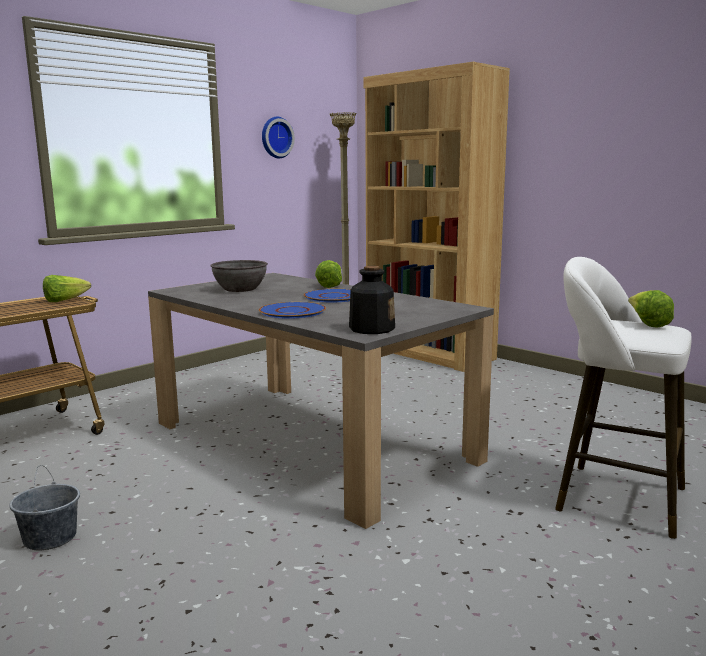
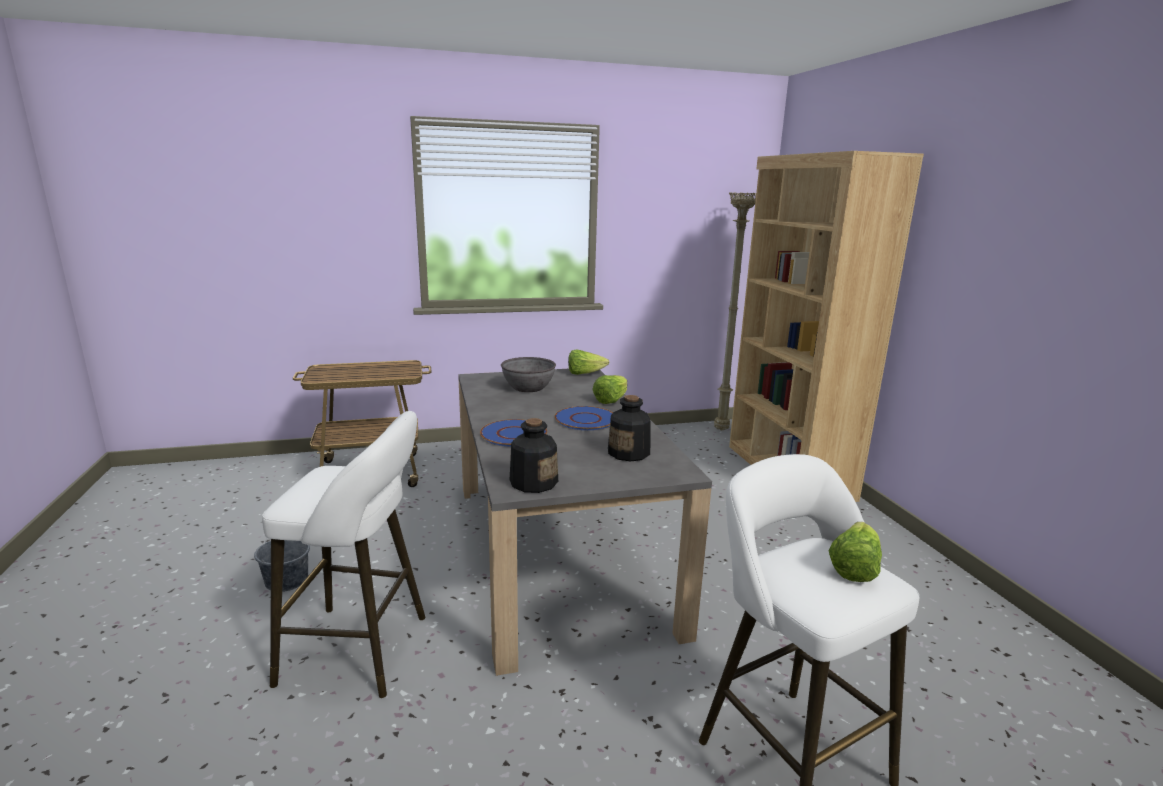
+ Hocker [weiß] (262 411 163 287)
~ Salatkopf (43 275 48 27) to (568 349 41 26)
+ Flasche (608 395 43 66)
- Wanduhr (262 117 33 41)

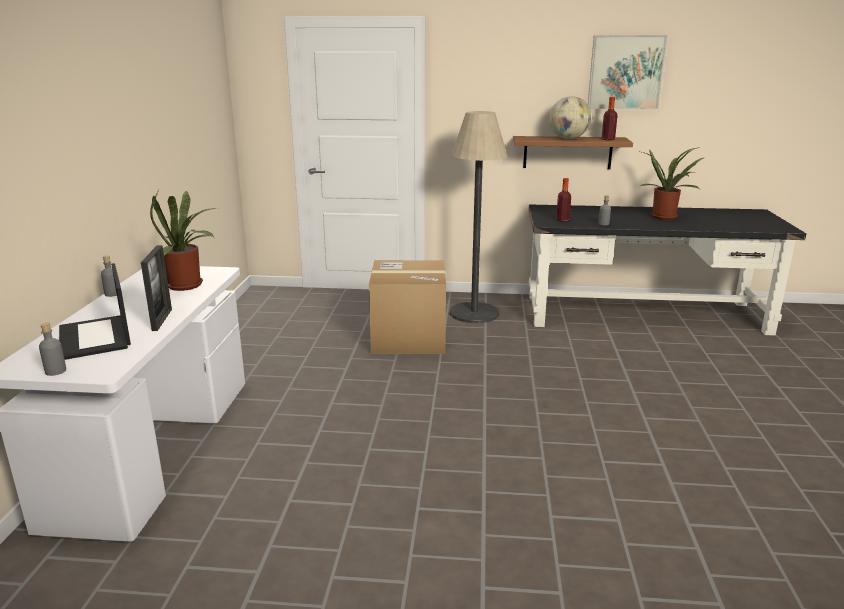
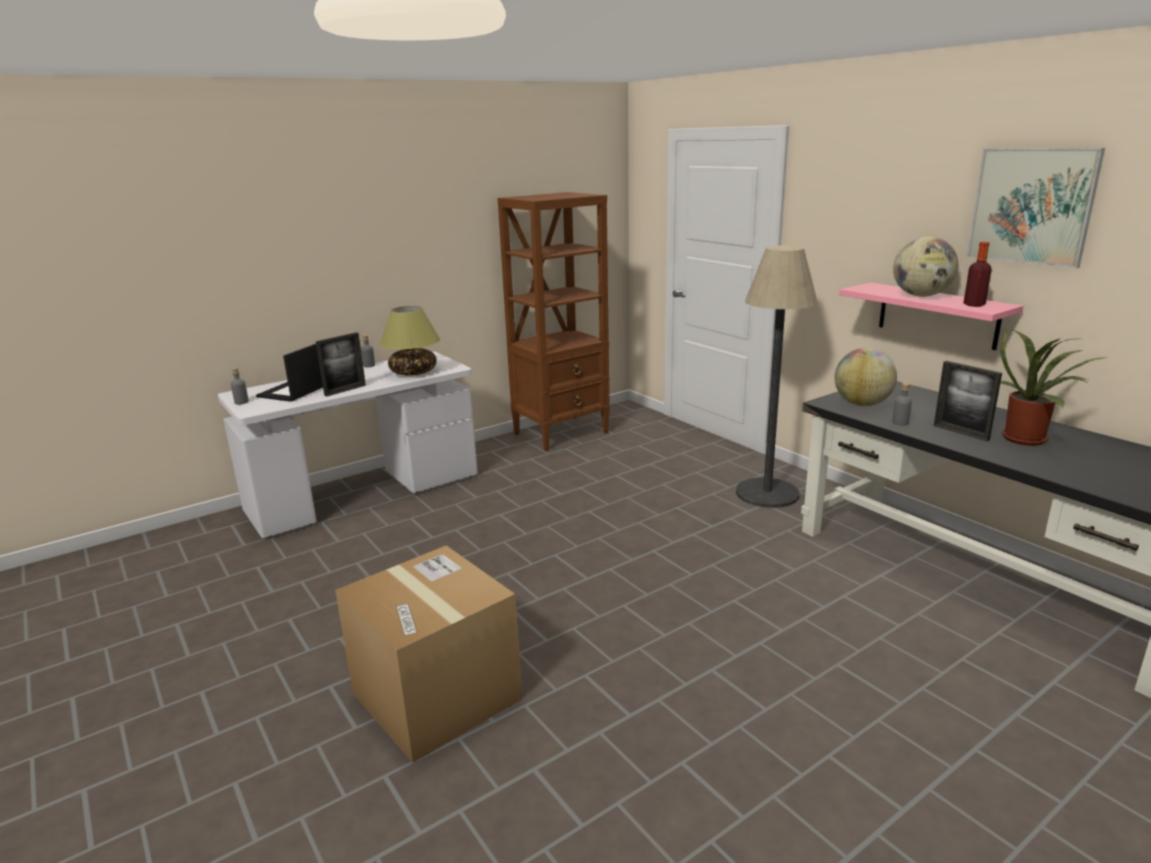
~ Karton (369 260 77 94) to (335 545 188 218)
~ Topfpflanze (150 190 66 101) to Tischlampe (380 306 60 69)
+ Bücherregal [braun] (498 192 112 259)
~ Flasche (556 178 15 43) to Globus (834 348 63 58)
~ Wandregal [braun] (513 136 120 33) to Wandregal [rosa] (839 283 184 67)
+ Bilderrahmen (934 361 68 80)

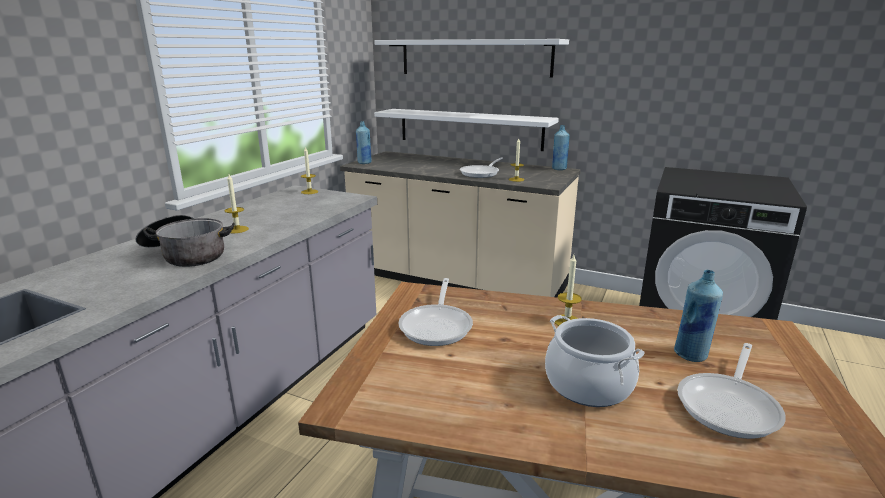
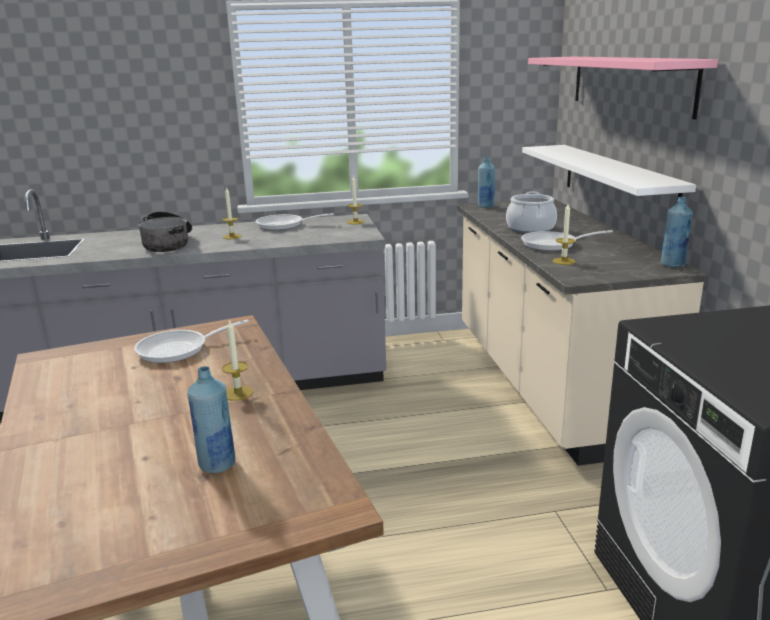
~ Pfanne (677 343 109 96) to (255 213 79 17)
~ Kochtopf (545 315 100 92) to (506 192 51 41)
~ Wandregal [weiß] (374 39 195 38) to Wandregal [rosa] (528 57 190 62)

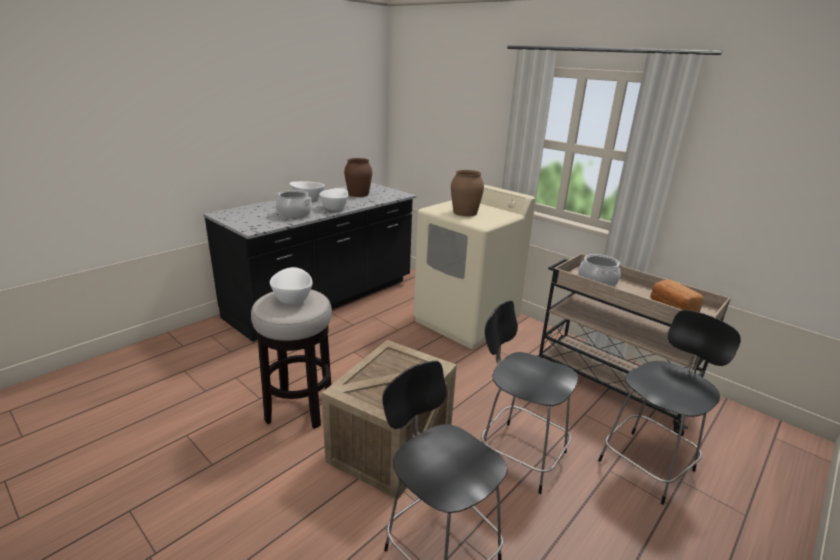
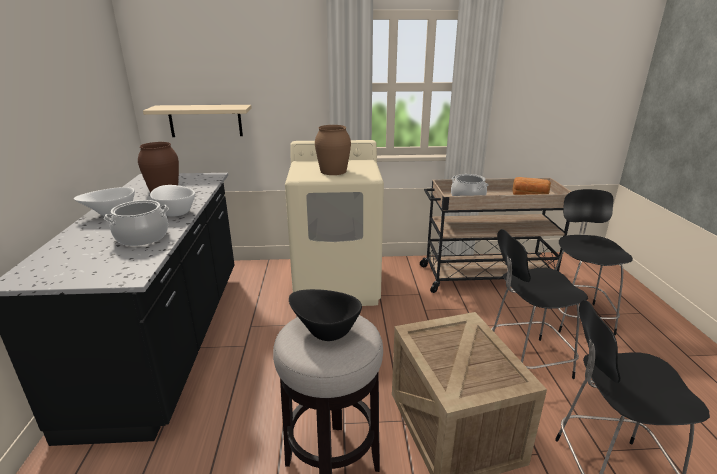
+ Wandregal [beige] (143 105 109 32)
~ Schüssel [weiß] (270 267 43 38) to Schüssel [schwarz] (289 289 73 52)

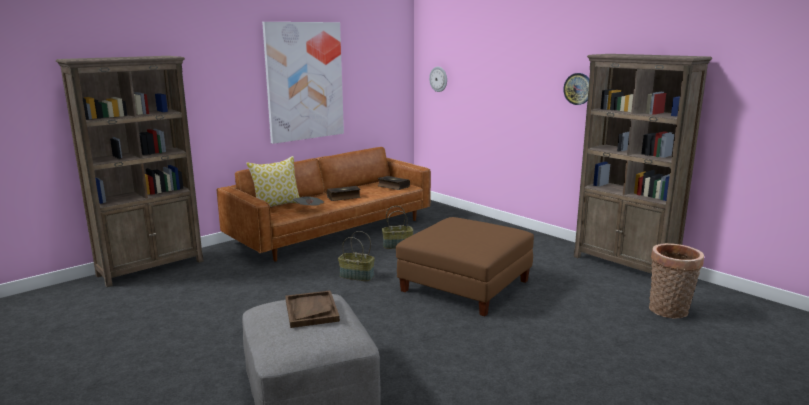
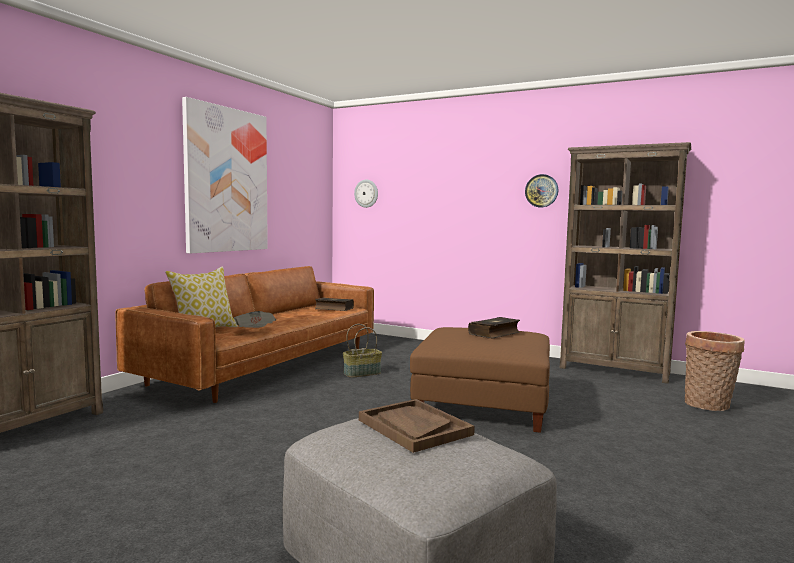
~ Buch (327 186 34 15) to (468 317 52 22)
- Korb (338 231 37 50)

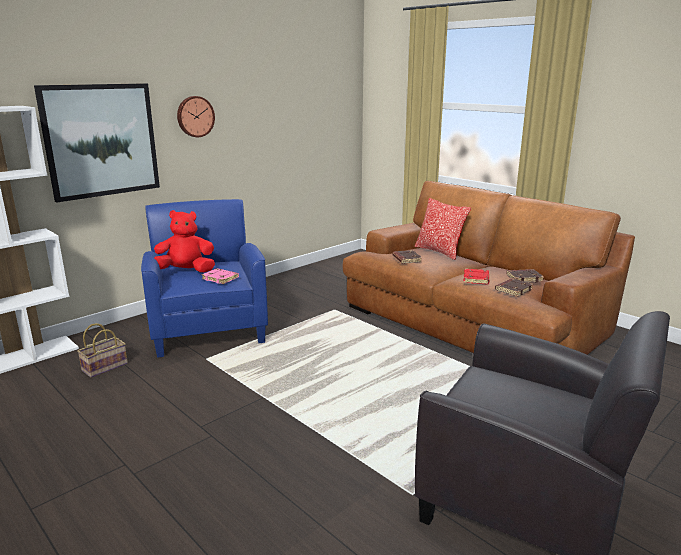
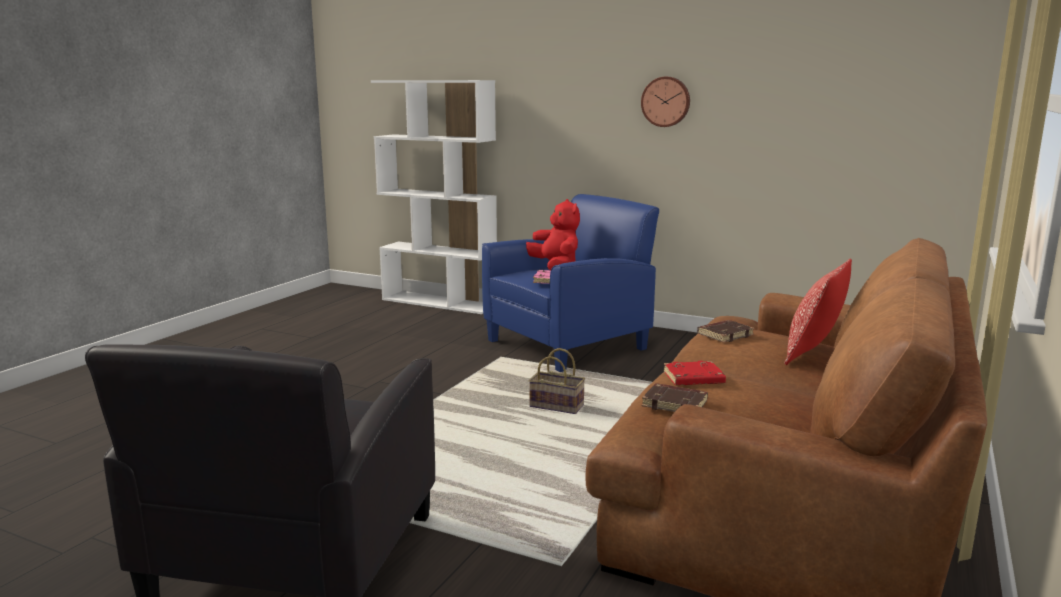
~ Korb (77 323 51 55) to (529 348 56 66)
- Bild (34 83 126 119)
- Buch [braun] (506 269 38 13)

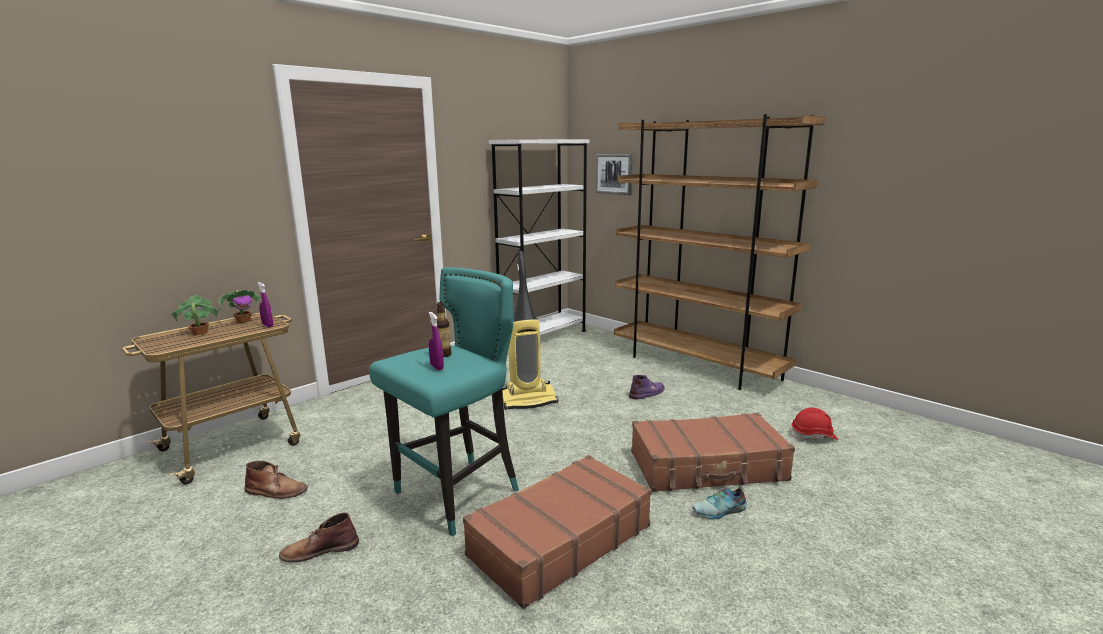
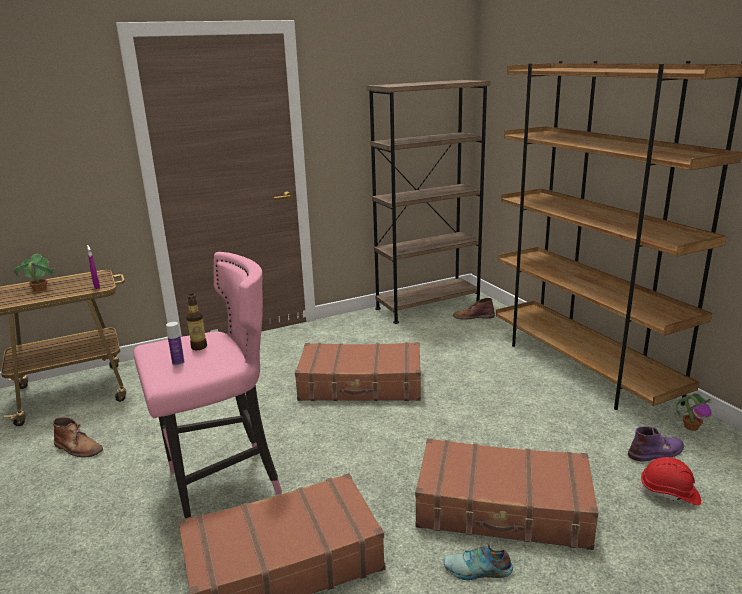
~ Hocker [türkis] (369 267 150 269) to Hocker [rosa] (134 252 148 267)
~ Sprühflasche [lila] (429 312 15 58) to Flasche (166 322 19 44)
~ Staubsauger (502 251 56 159) to Koffer [braun] (295 342 126 59)
~ Bücherregal [weiß] (489 139 101 196) to Bücherregal [braun] (366 80 124 244)
~ Stiefel [braun] (279 512 80 50) to (453 298 42 22)
~ Stiefel [lila] (629 375 36 25) to (628 426 56 35)
~ Topfpflanze (218 290 44 33) to (676 393 36 38)
- Bild (595 154 38 41)

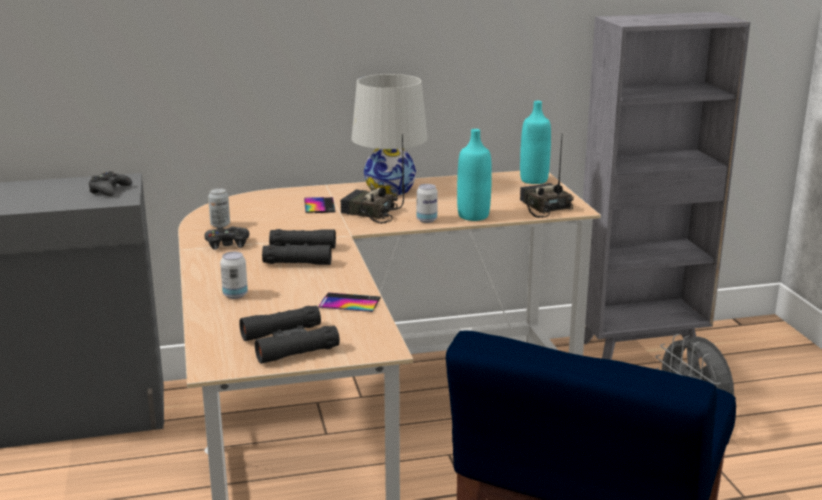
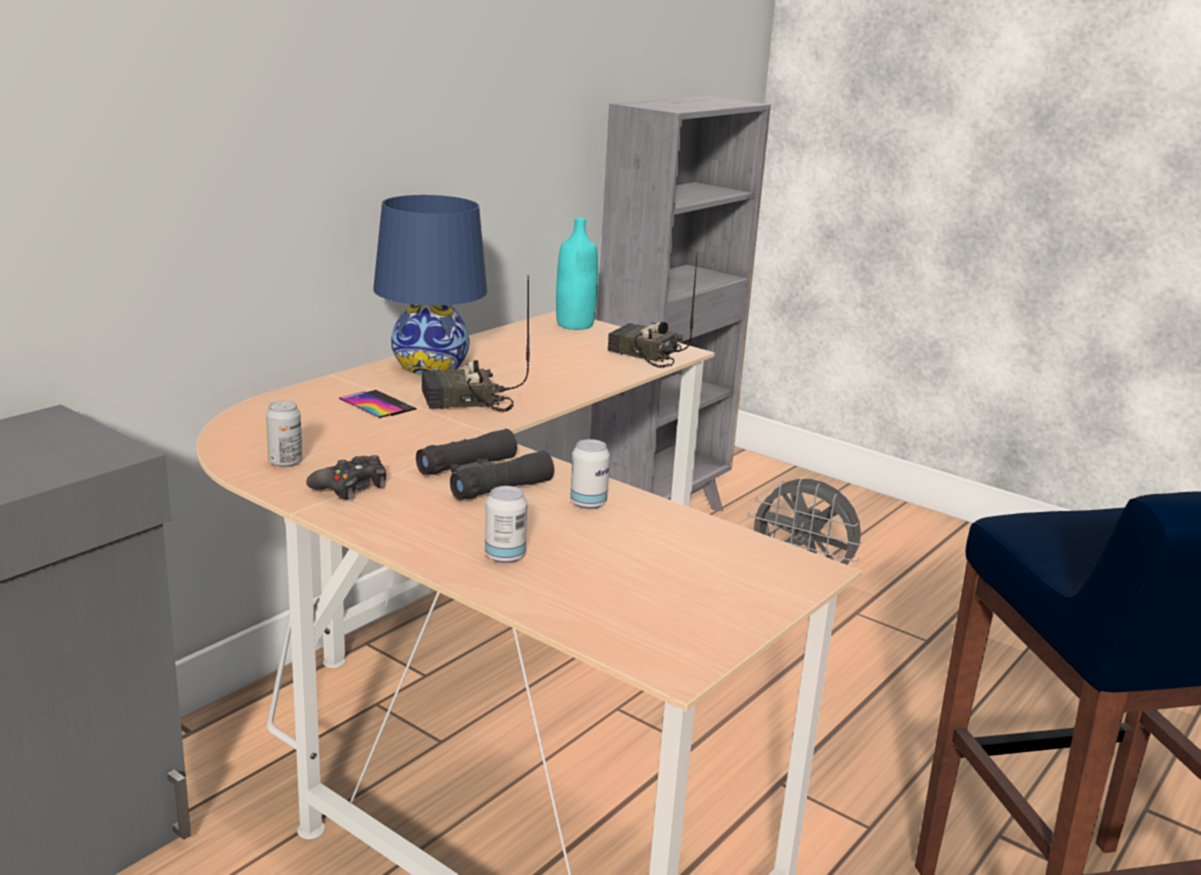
~ Tischlampe [weiß] (352 74 76 122) to Tischlampe [blau] (373 195 114 180)
~ Dose (417 184 21 39) to (570 439 40 70)
- Gamepad [schwarz] (89 171 43 25)
- Fernglas [schwarz] (239 306 101 58)
- Handy (318 292 63 20)
- Flasche [türkis] (457 129 35 92)

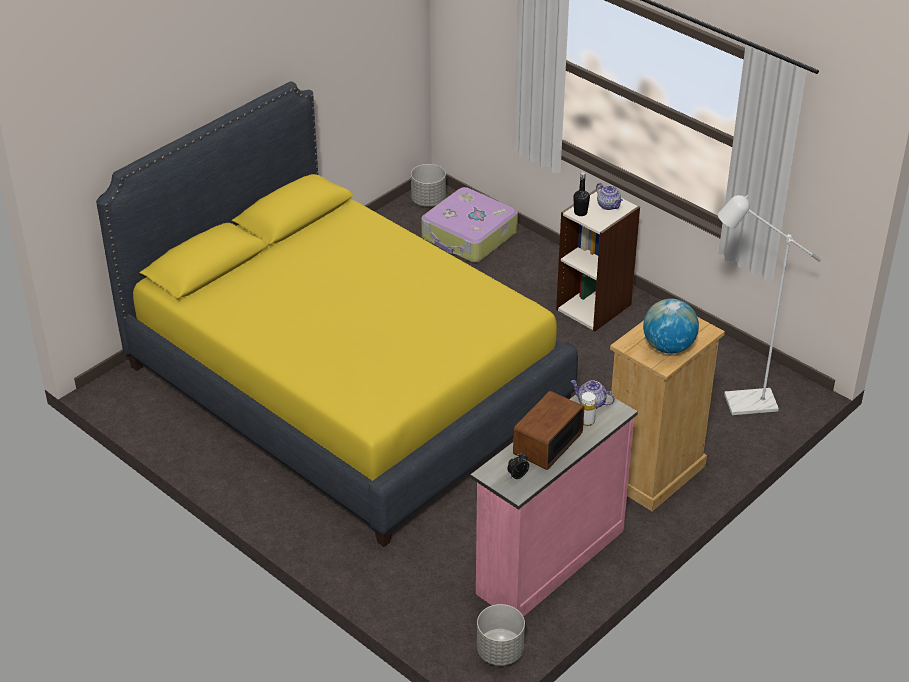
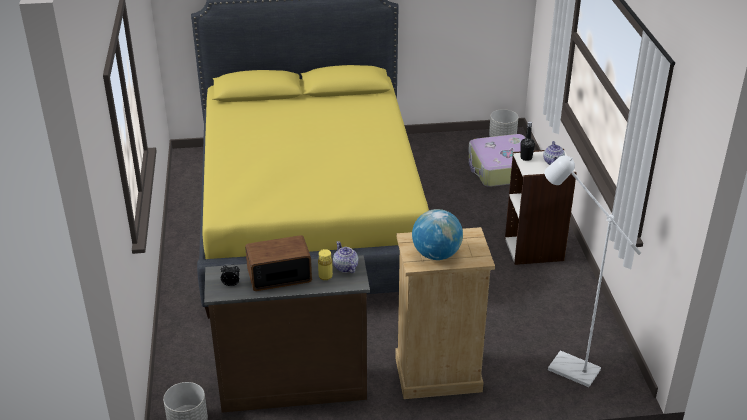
~ Kommode [rosa] (470 394 168 223) to Kommode [braun] (204 255 166 158)
~ Flasche [weiß] (580 392 16 34) to Flasche [gelb] (318 249 15 32)

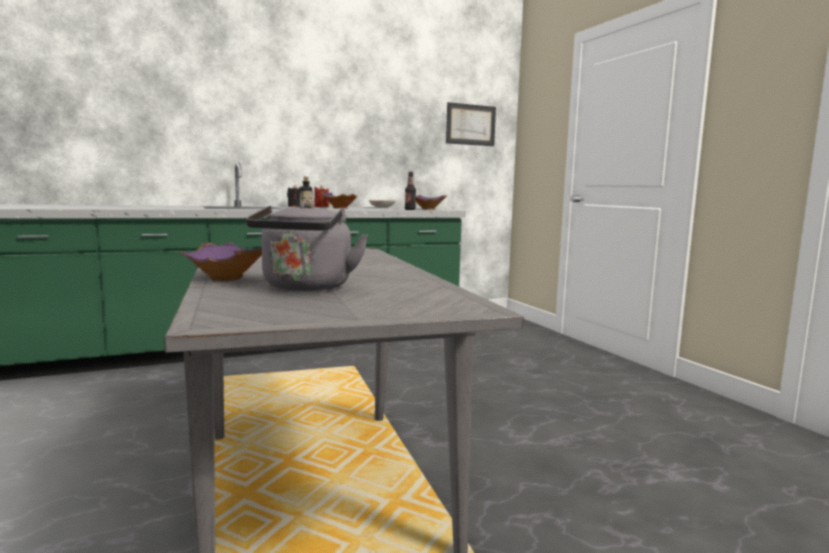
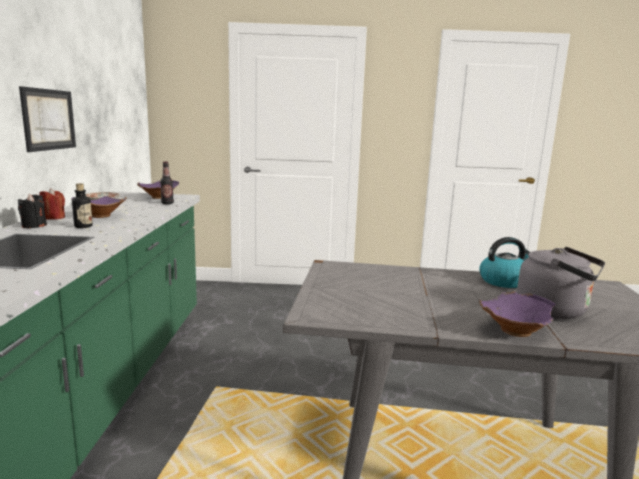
~ Bild (446 102 50 44) to (19 86 57 66)
+ Wasserkessel (479 237 51 51)

